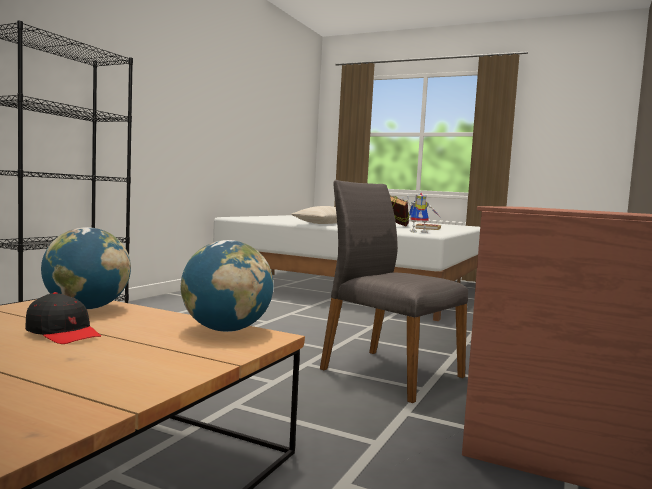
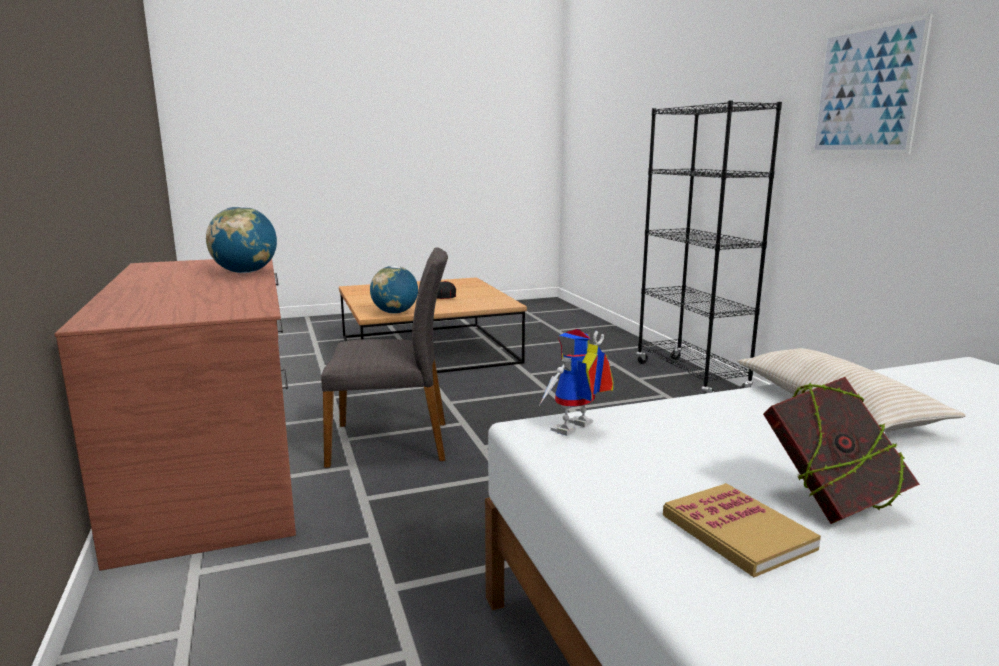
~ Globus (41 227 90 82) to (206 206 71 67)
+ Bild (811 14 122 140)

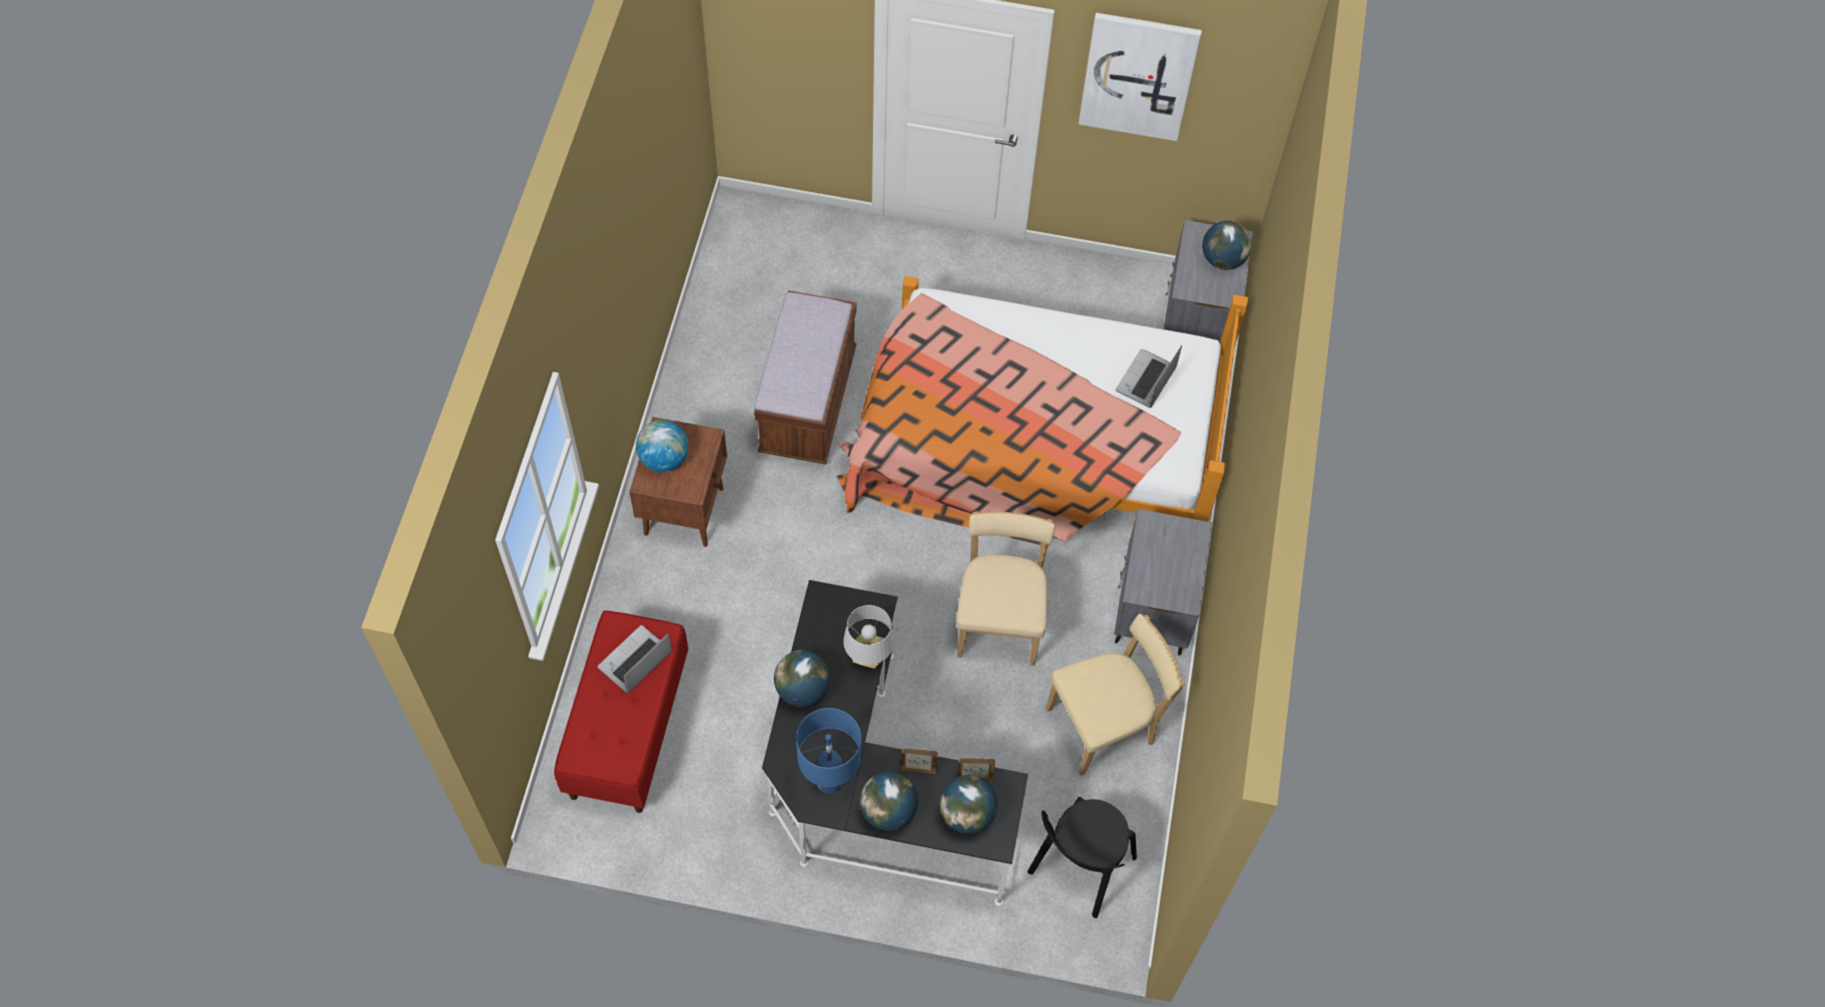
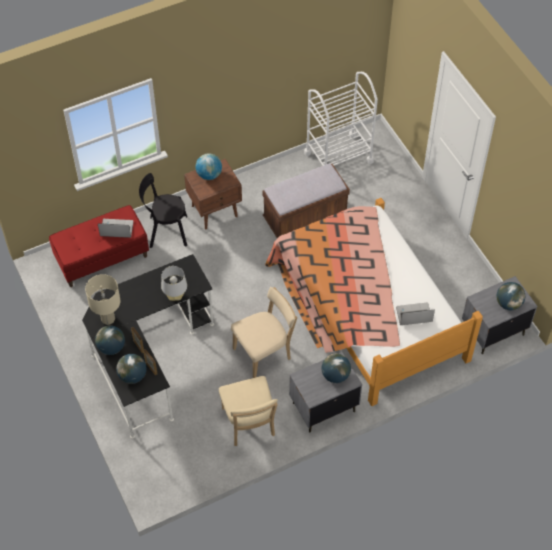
~ Tischlampe [blau] (796 708 65 86) to Tischlampe [beige] (85 274 35 51)
~ Stuhl [schwarz] (1027 797 110 121) to (139 173 48 75)
~ Stuhl [beige] (1046 614 139 162) = (219 376 59 70) 45 degrees clockwise
+ Rollwagen [weiß] (304 72 74 94)
~ Globus (774 650 56 57) to (322 353 29 30)
- Bild (1079 13 123 128)

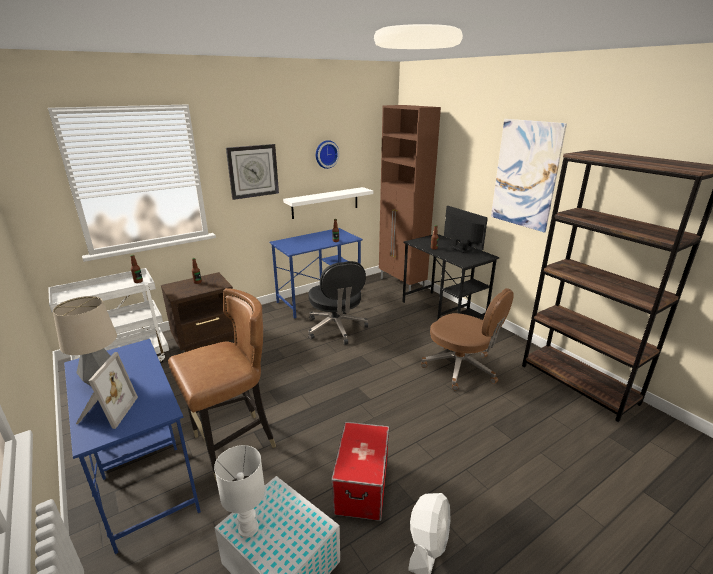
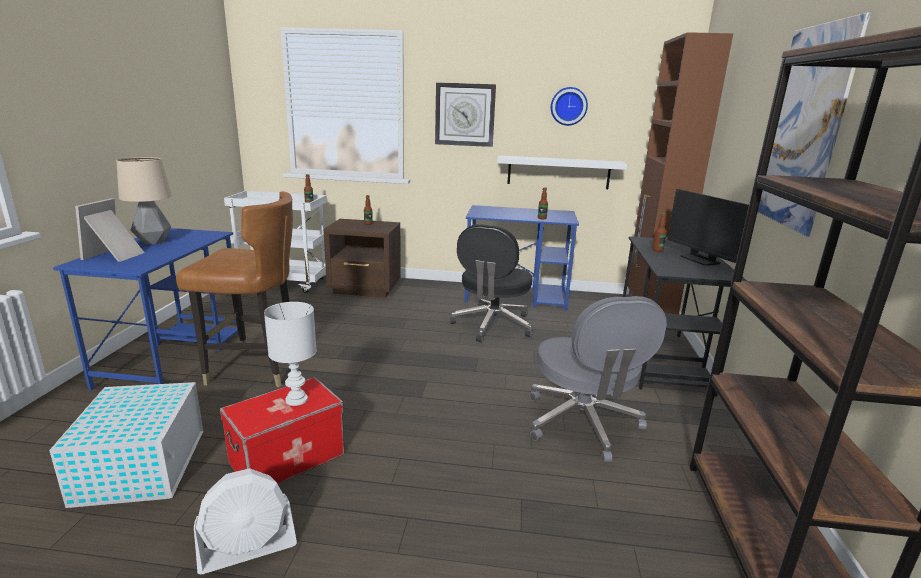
~ Bilderrahmen (76 352 62 77) = (75 198 70 64) 150 degrees clockwise
~ Tischlampe [weiß] (214 445 51 93) to (264 302 53 104)
~ Bürostuhl [braun] (421 288 93 102) to Bürostuhl [grau] (530 296 137 166)
~ Monitor (444 206 44 47) = (667 189 82 77) 150 degrees clockwise

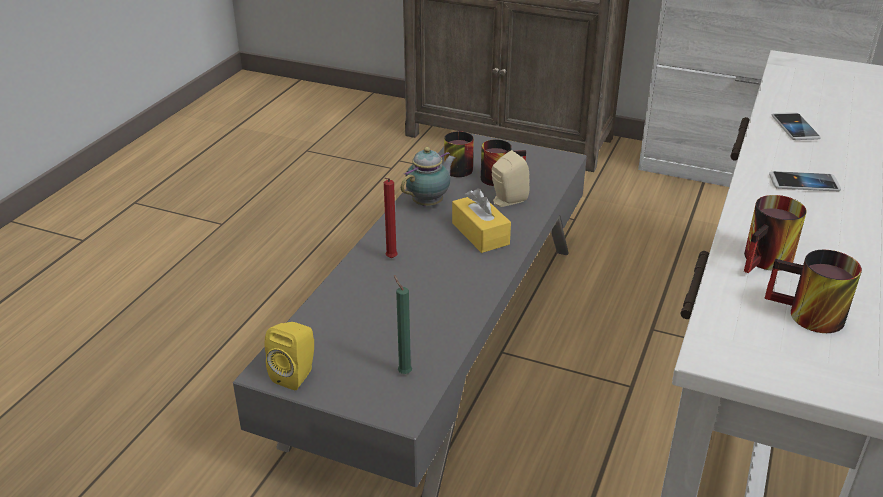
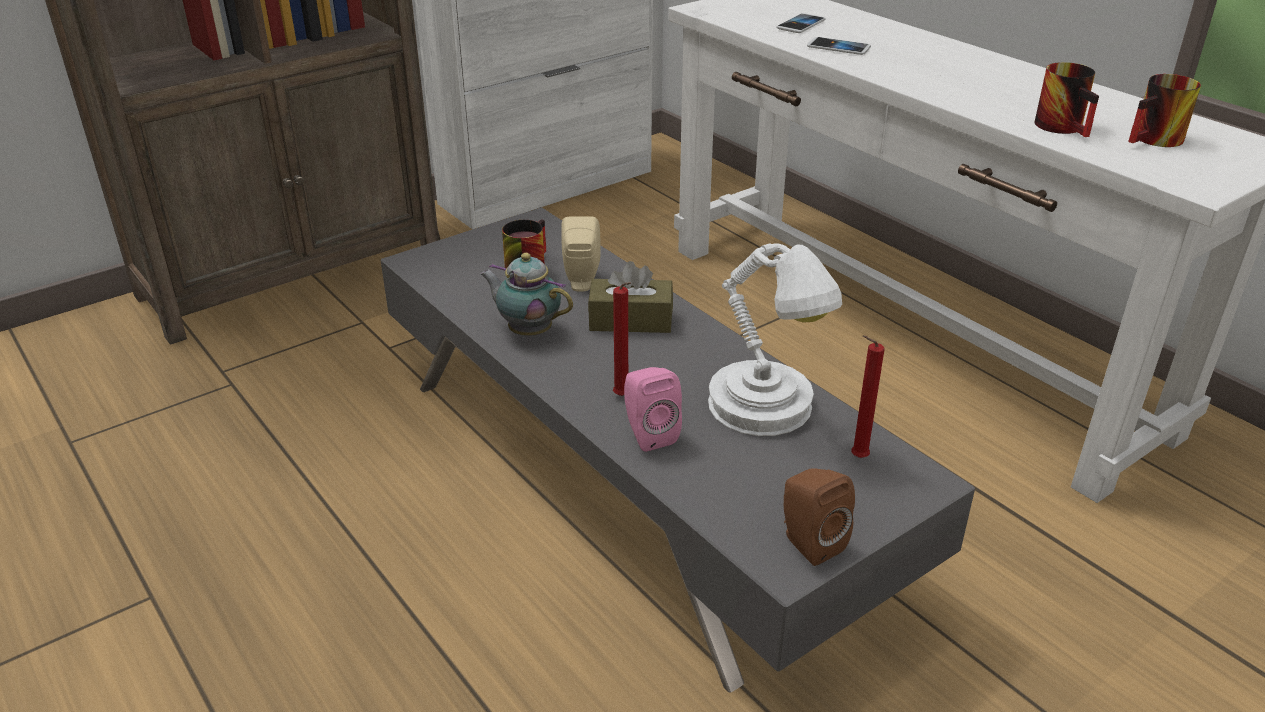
~ Teekanne (401 147 55 59) = (480 253 93 83) 45 degrees counterclockwise
~ Taschentuchbox [gelb] (452 188 59 65) to Taschentuchbox [braun] (588 261 85 72)
+ Lautsprecher [rosa] (624 367 58 85)
+ Tischlampe [weiß] (708 243 134 193)
~ Handy (769 171 72 20) to (776 13 50 20)
~ Lautsprecher [gelb] (265 322 49 68) to Lautsprecher [braun] (784 468 71 98)
~ Kerze [grün] (394 275 18 99) to Kerze [rot] (851 335 34 123)
- Henkelbecher (444 130 30 47)

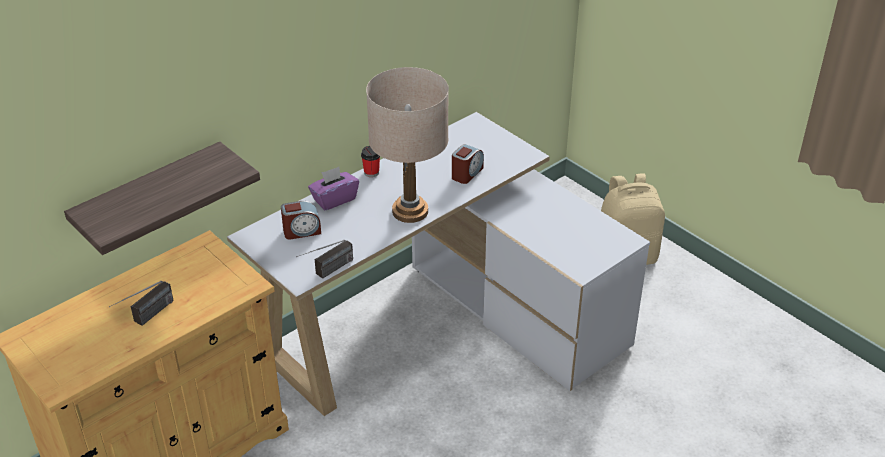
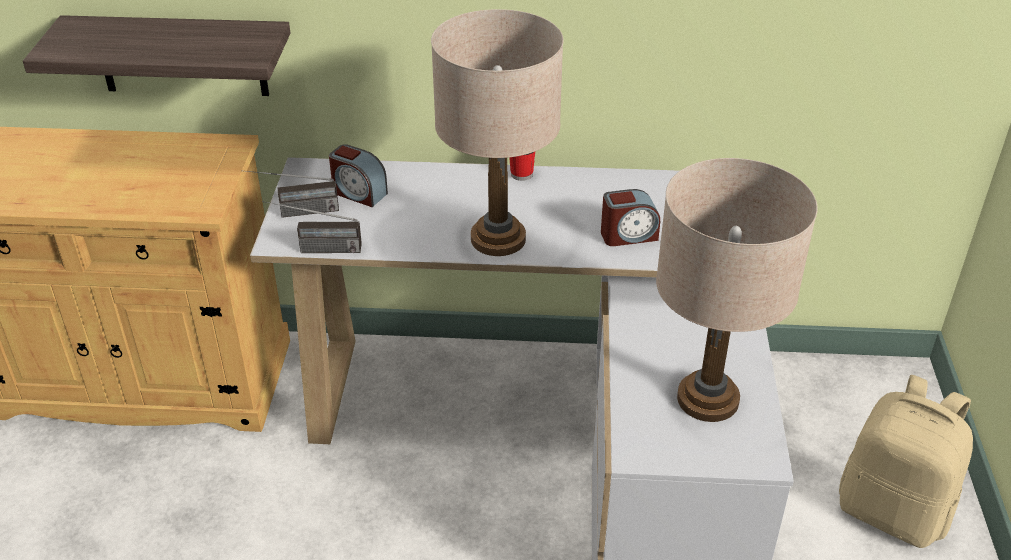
~ Radio (109 281 64 45) to (242 170 97 48)
+ Tischlampe [beige] (656 158 161 264)
- Taschentuchbox [lila] (308 167 51 44)

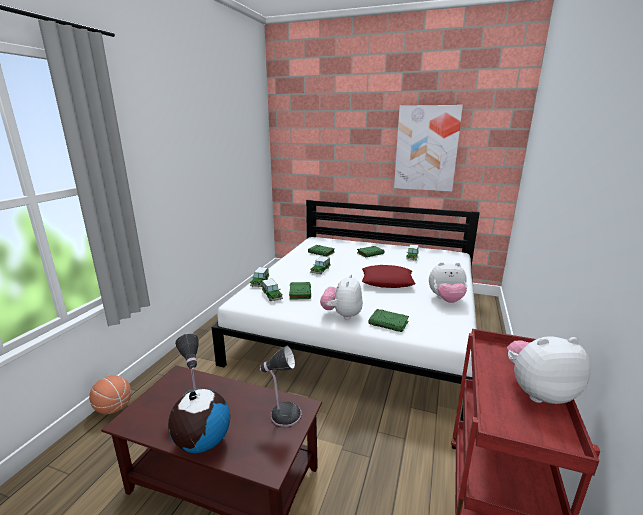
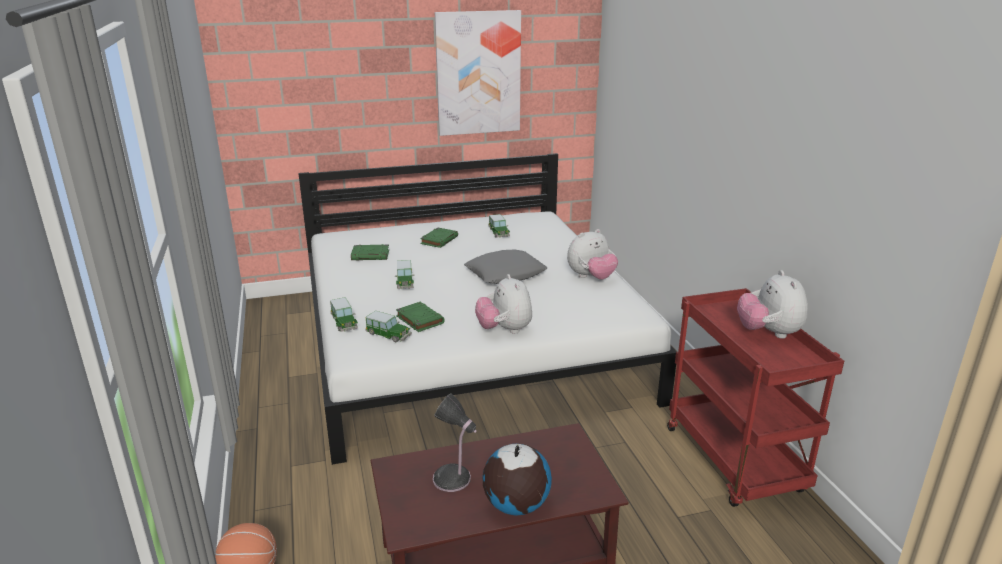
~ Kissen [rot] (362 265 54 23) to Kissen [grau] (464 250 83 34)
~ Plüschtier (507 336 84 68) = (737 270 71 69) 60 degrees counterclockwise
- Tischlampe (260 346 41 81)
- Buch [grün] (368 309 41 23)

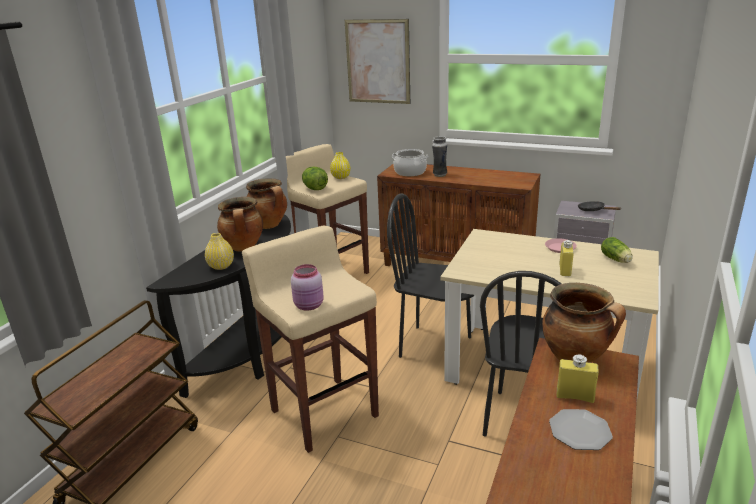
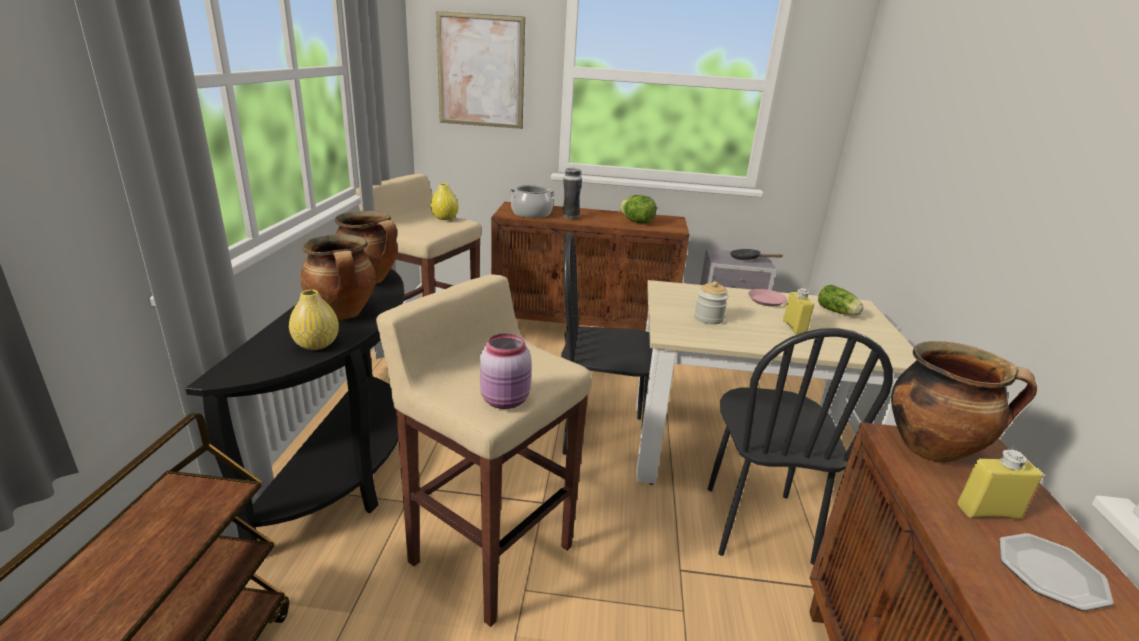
~ Salatkopf (302 167 26 23) to (620 195 37 28)
+ Vorratsglas (694 281 34 44)

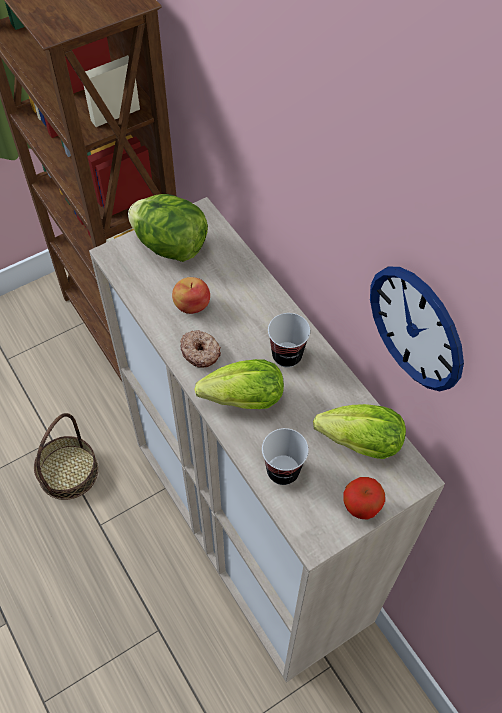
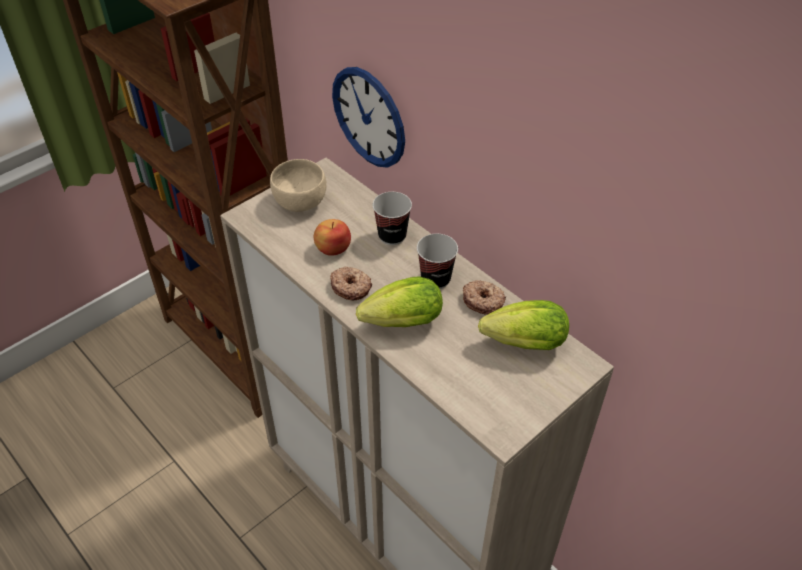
~ Salatkopf (128 194 80 68) to Schüssel [beige] (270 159 57 53)
~ Wanduhr (370 267 94 124) to (332 67 73 101)
~ Tasse (262 428 47 57) to (373 192 39 53)
+ Donut (463 280 43 35)
- Korb (34 413 64 87)
- Apfel (343 477 42 43)

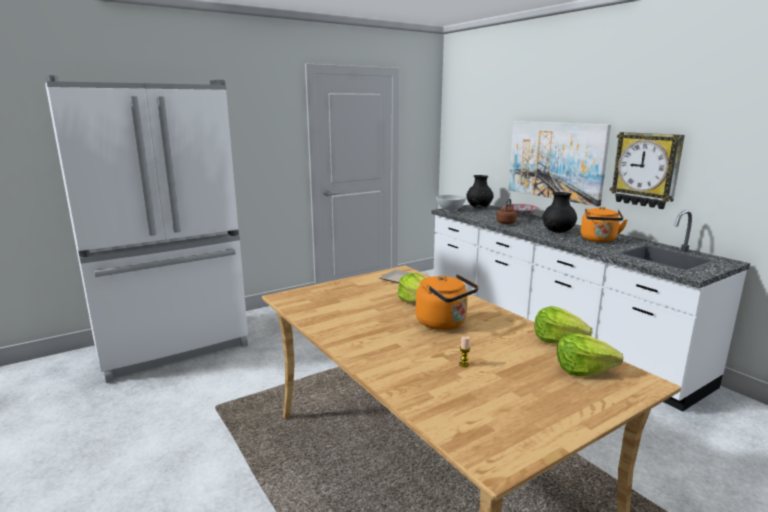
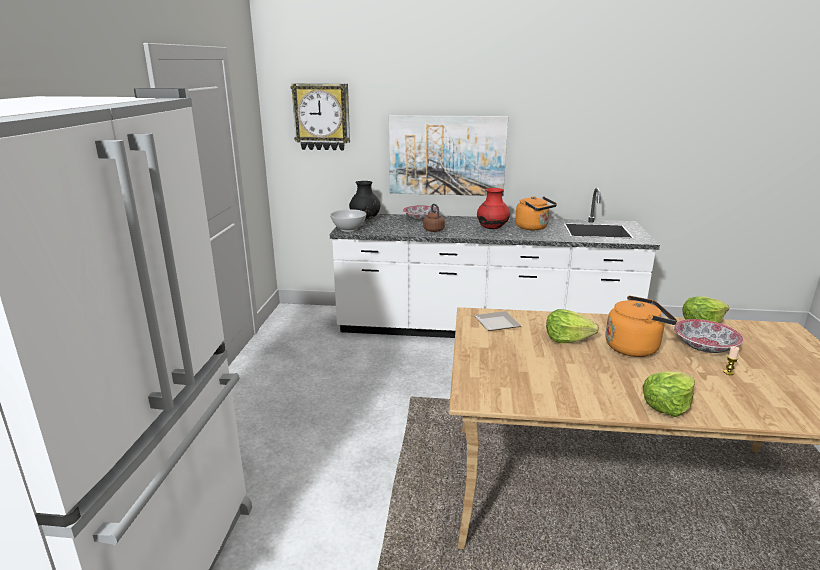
~ Wanduhr (610 132 75 77) to (290 84 60 66)
~ Vase [schwarz] (542 192 35 41) to Vase [rot] (477 188 33 41)
~ Salatkopf (557 333 67 43) to (643 371 52 46)
+ Schüssel (674 319 69 34)

